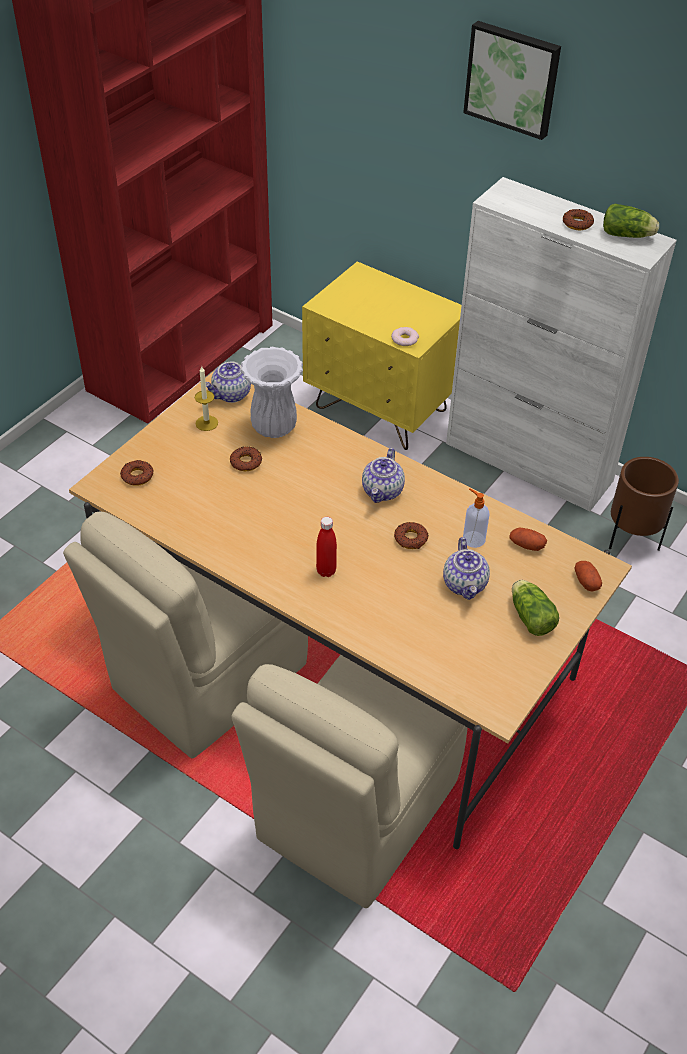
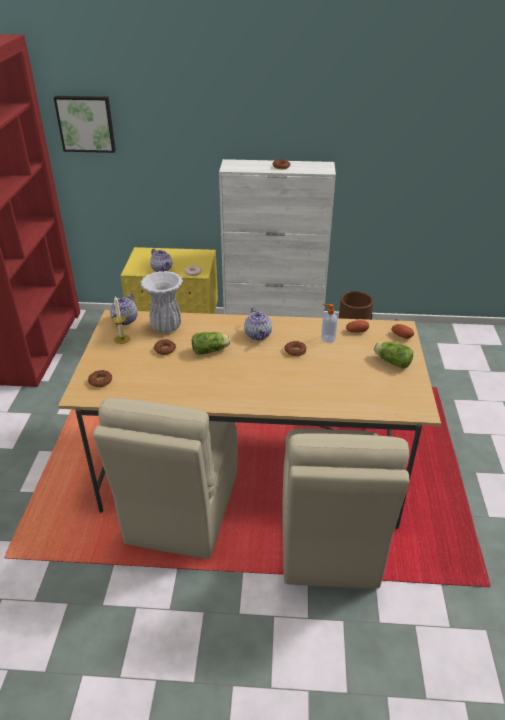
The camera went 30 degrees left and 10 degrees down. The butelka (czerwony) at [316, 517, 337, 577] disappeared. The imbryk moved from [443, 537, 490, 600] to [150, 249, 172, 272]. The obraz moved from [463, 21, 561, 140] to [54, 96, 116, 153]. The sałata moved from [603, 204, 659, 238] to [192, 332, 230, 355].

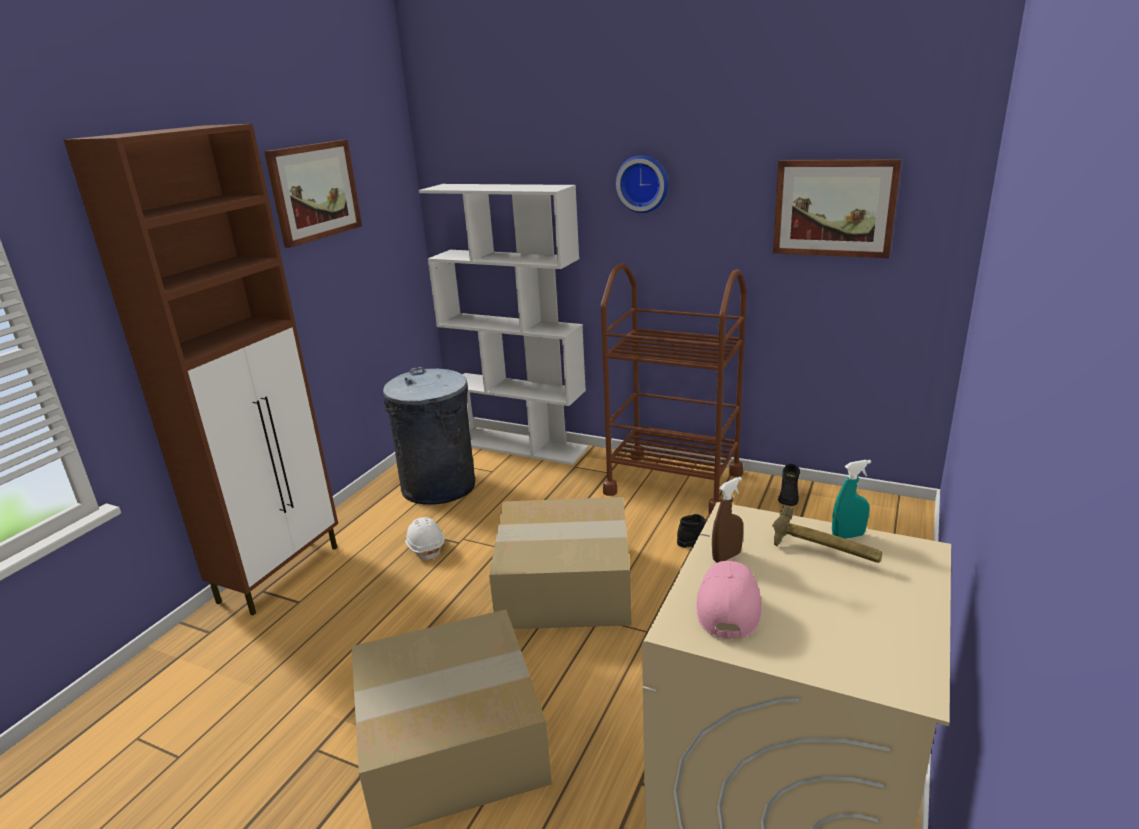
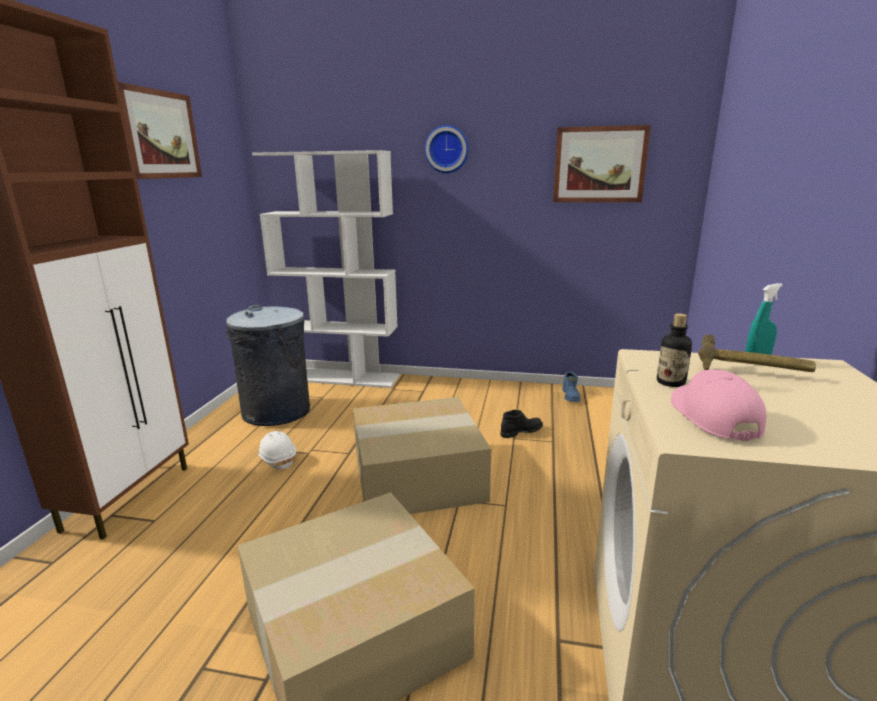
The camera went 15 degrees left and 5 degrees down. The wózek (brązowy) at [601, 263, 747, 514] disappeared. The spryskiwacz (brązowy) at [712, 477, 743, 563] was replaced by the butelka at [657, 313, 692, 387]. The but z cholewką (czarny) at [778, 464, 800, 506] became the but z cholewką (niebieski) at [562, 371, 580, 402].

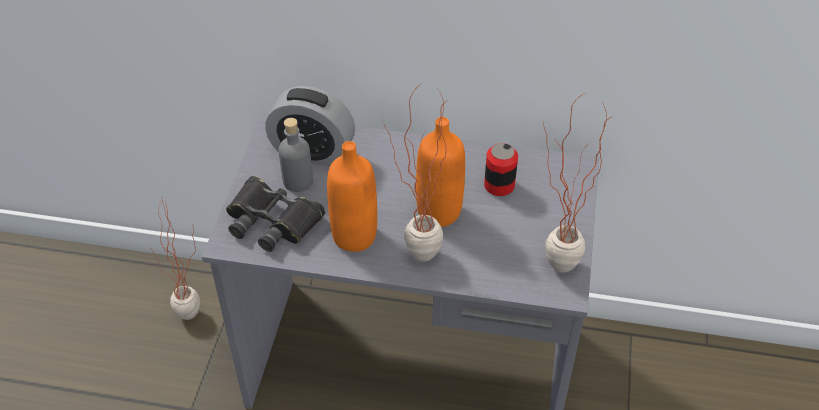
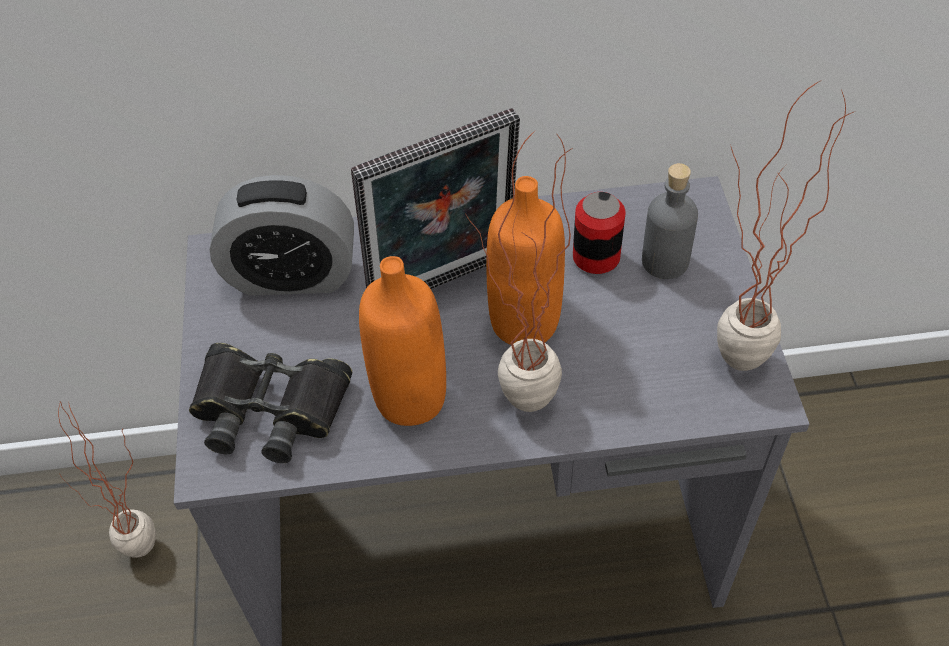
The camera went 15 degrees left and 5 degrees up. The butelka (szary) moved from [278, 118, 313, 192] to [642, 163, 698, 279]. The ramka na zdjęcie at [351, 108, 520, 289] appeared.

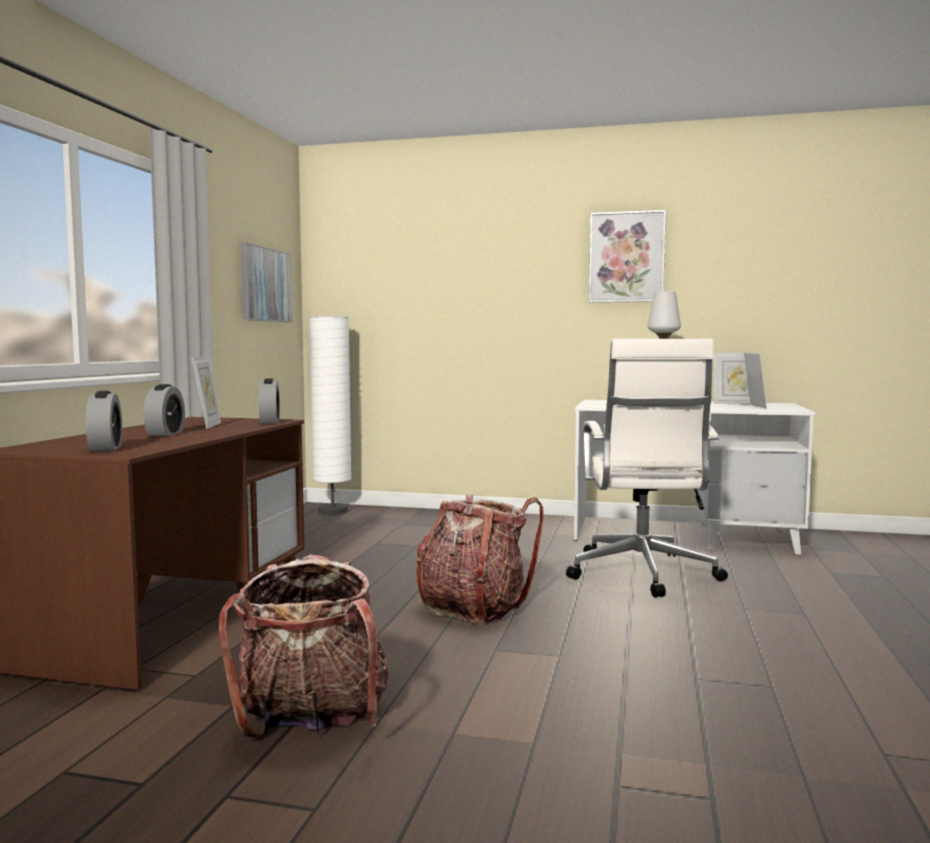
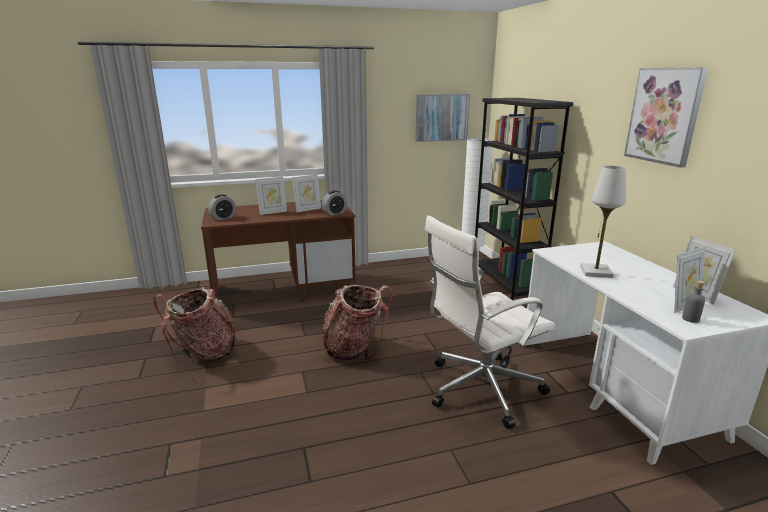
The camera went 60 degrees right and 15 degrees up. The budzik at [143, 384, 185, 436] was replaced by the ramka na zdjęcie at [255, 177, 287, 215]. The regał (czarny) at [475, 98, 573, 300] appeared. The butelka (szary) at [682, 281, 705, 323] appeared.

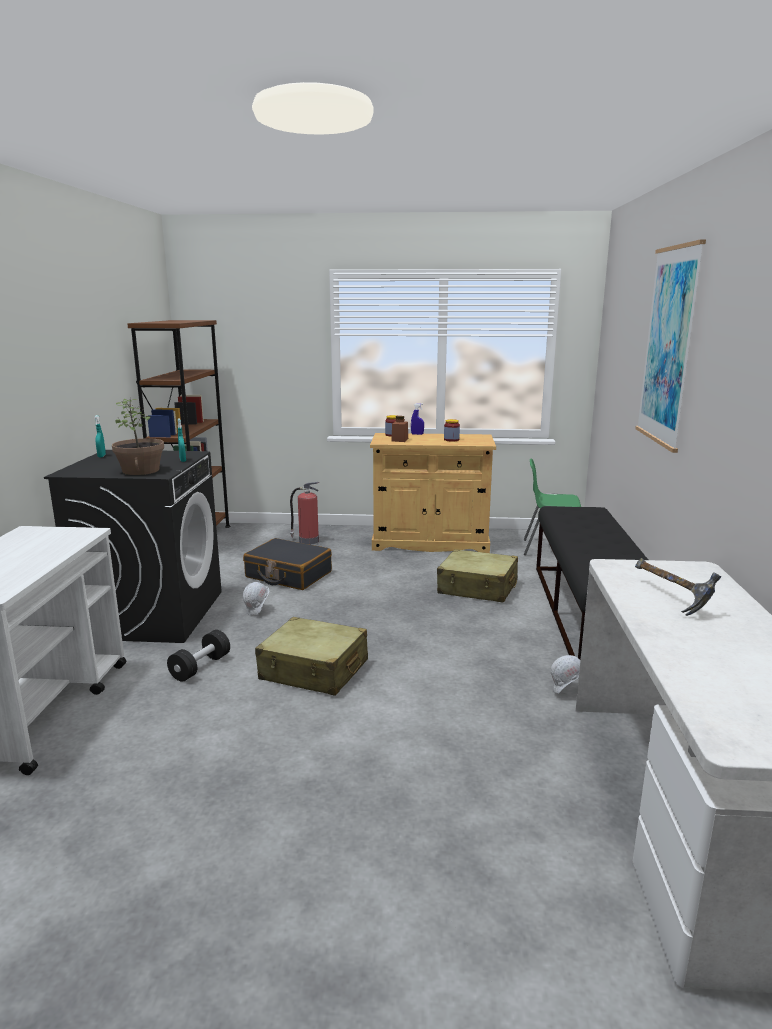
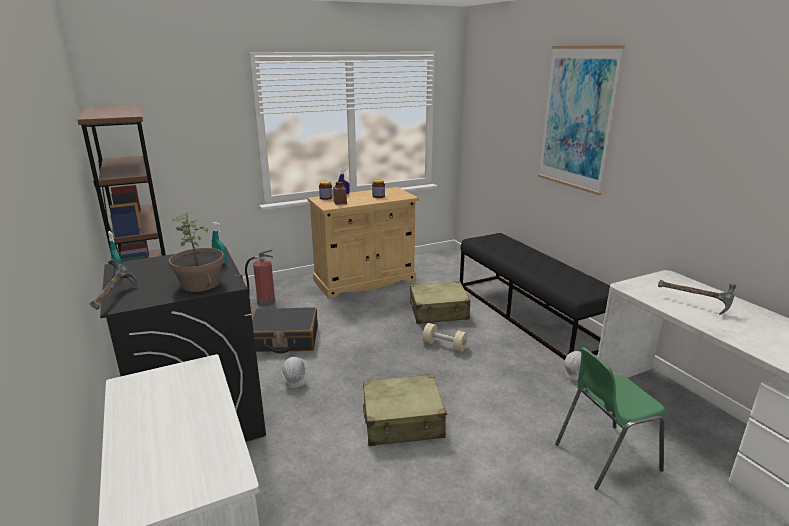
The camera went 30 degrees left and 5 degrees up. The hantel (czarny) at [167, 630, 230, 682] disappeared. The krzesło (zielony) moved from [524, 458, 581, 555] to [555, 347, 665, 490]. The młotek at [89, 259, 140, 310] appeared. The hantel (beżowy) at [423, 323, 468, 352] appeared.

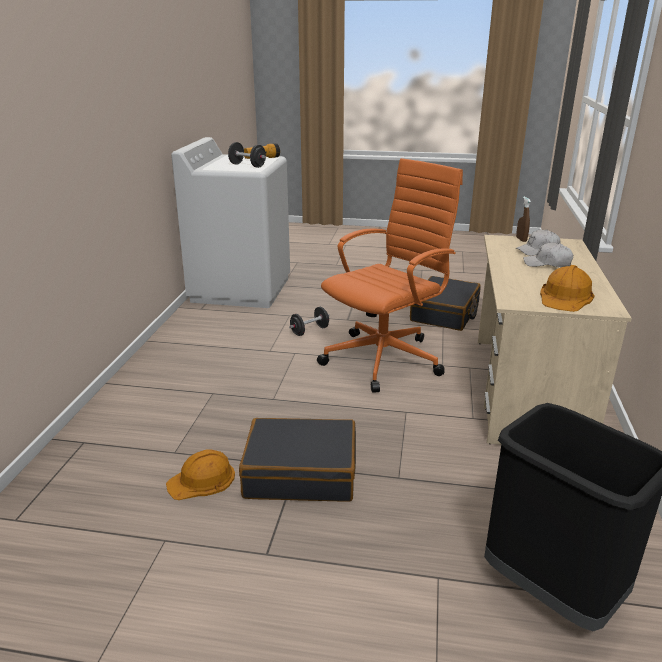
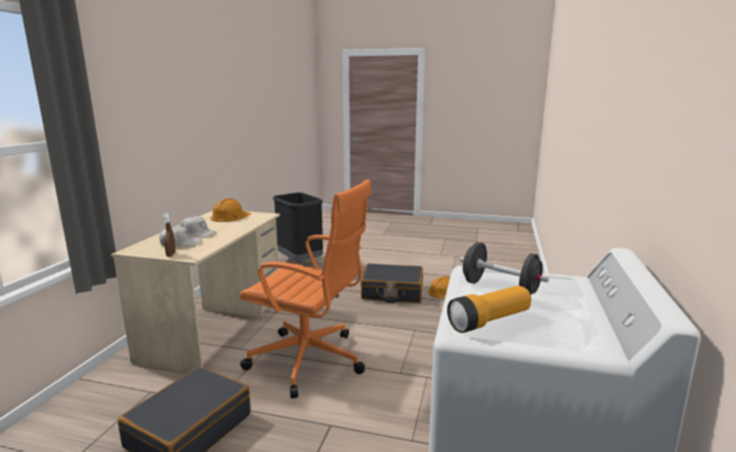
The camera went 175 degrees left and 10 degrees down. The hantel (czarny) at [289, 307, 329, 336] disappeared. The krzesło biurowe (pomarańczowy) at [317, 158, 463, 393] turned 120 degrees counterclockwise.

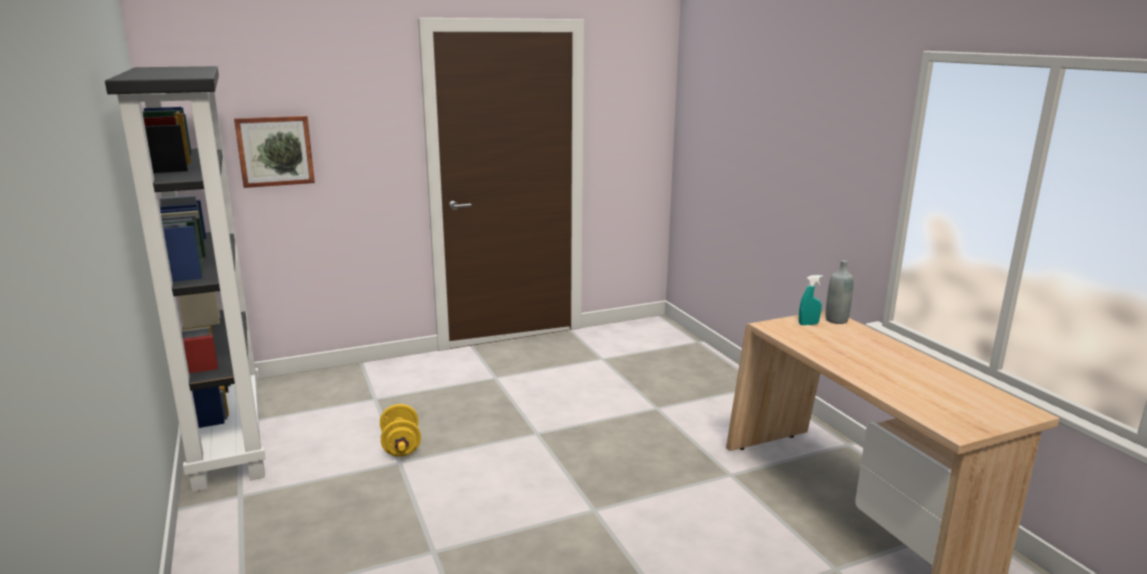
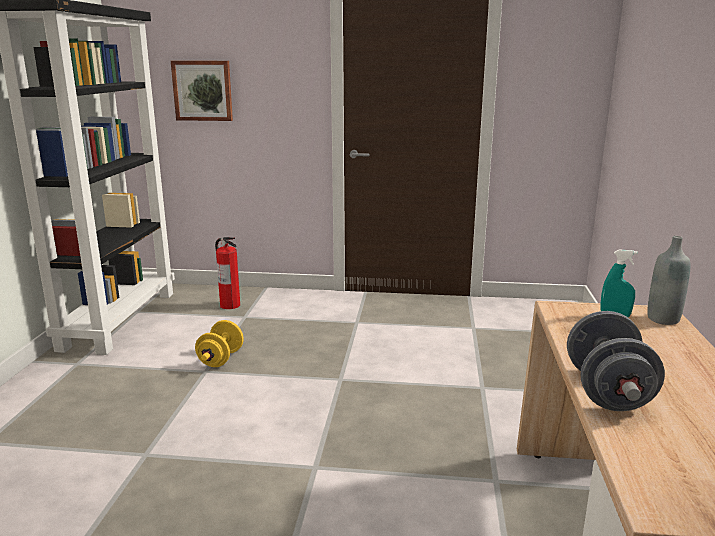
The camera went 30 degrees right and 0 degrees up. The gaśnica at [215, 237, 240, 309] appeared. The hantel (szary) at [567, 311, 665, 411] appeared.

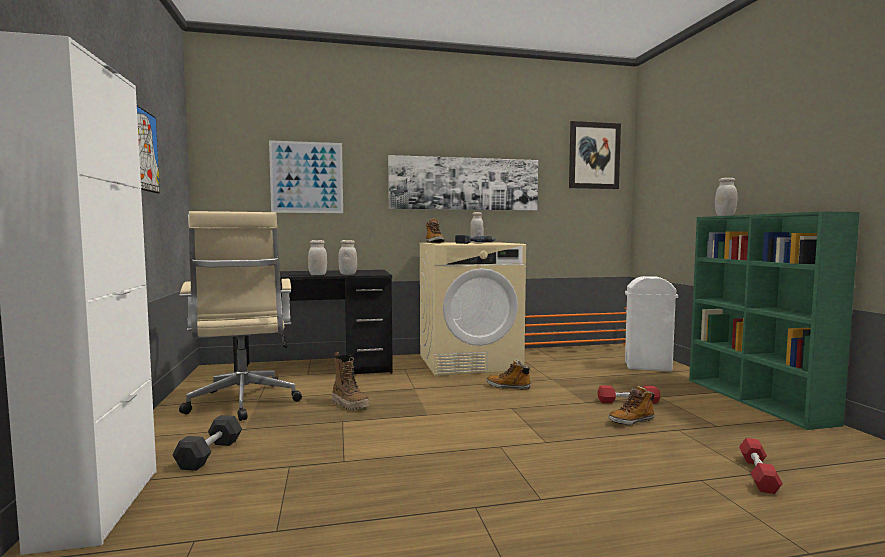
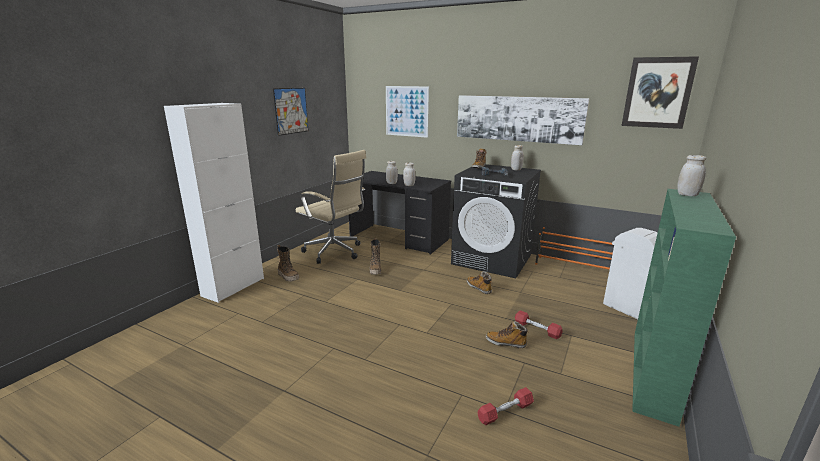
The camera went 40 degrees right and 15 degrees up. The hantel (szary) at [172, 415, 242, 471] was replaced by the but z cholewką at [277, 245, 299, 282]. The krzesło biurowe (beżowy) at [179, 211, 302, 421] turned 75 degrees counterclockwise. The pralka (beżowy) at [419, 242, 526, 376] became the pralka (czarny) at [451, 164, 541, 278].

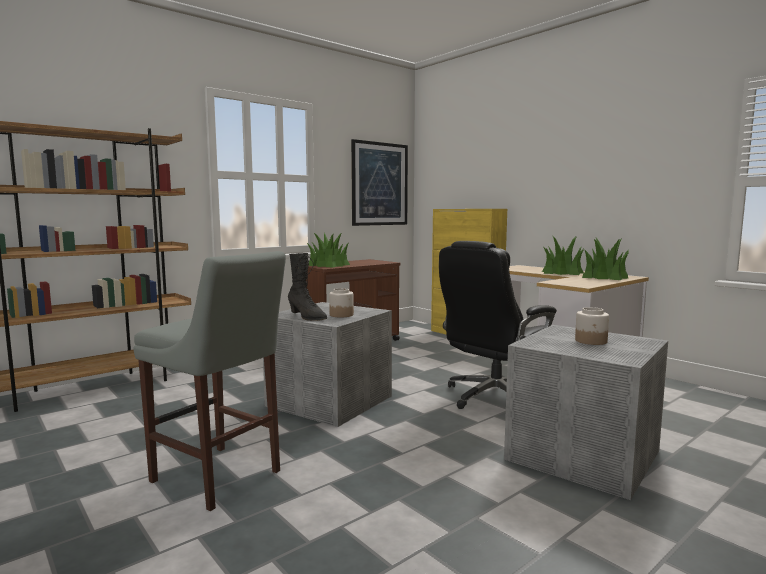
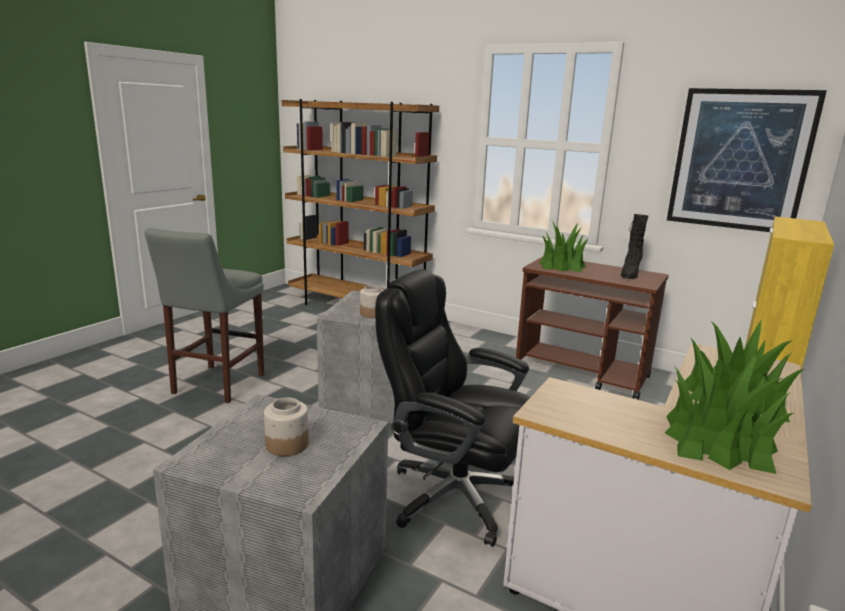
The camera went 70 degrees right and 10 degrees up. The but z cholewką (czarny) moved from [288, 253, 327, 321] to [621, 214, 648, 279].

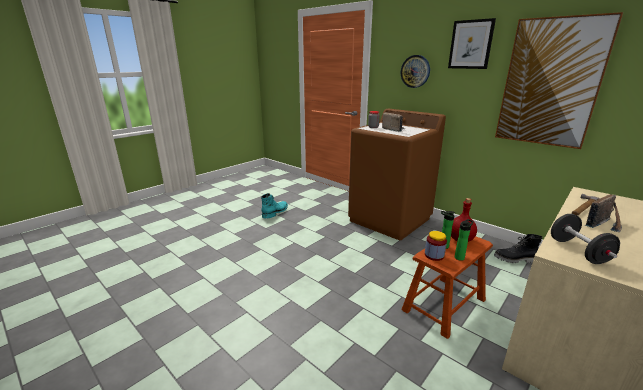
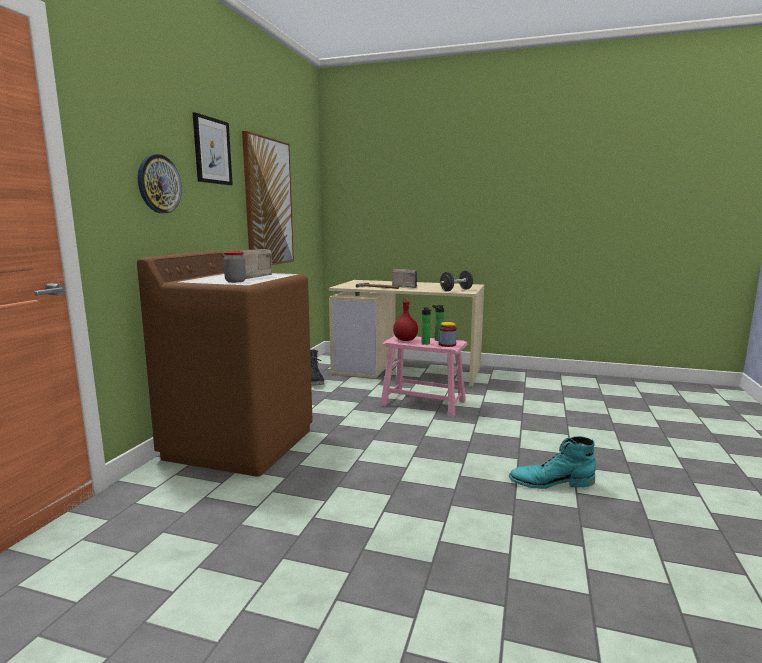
The camera went 115 degrees left and 10 degrees down. The but z cholewką (turkusowy) moved from [261, 193, 288, 219] to [509, 436, 596, 489]. The stołek (brązowy) at [401, 236, 493, 339] became the stołek (różowy) at [380, 336, 468, 417].

